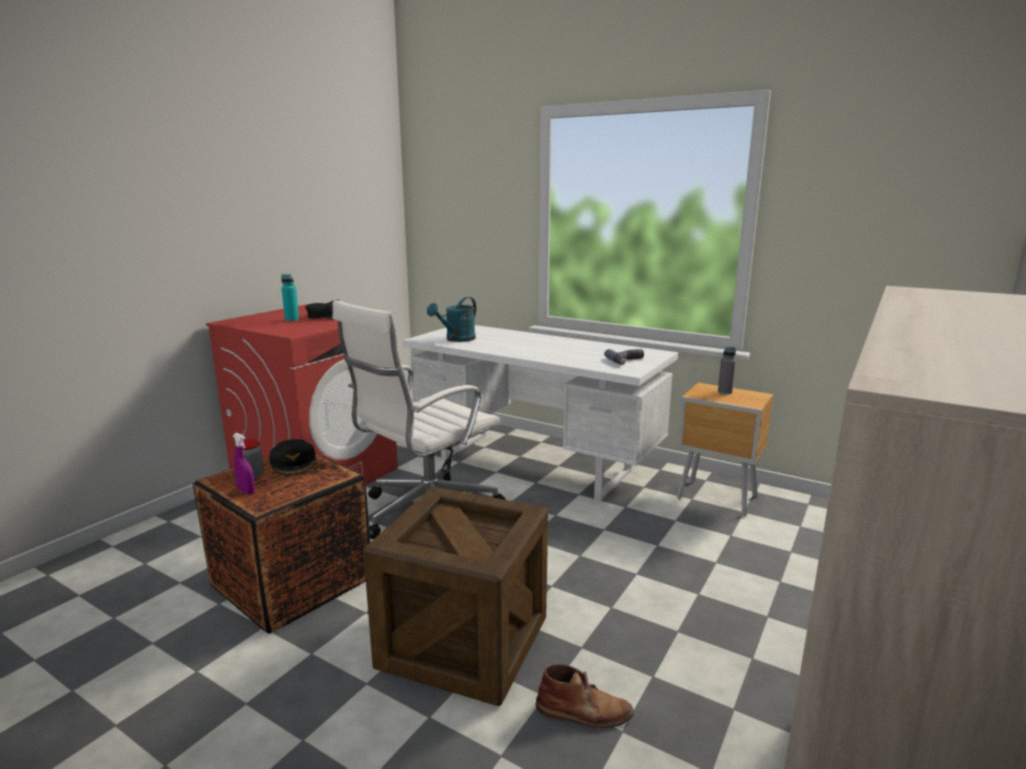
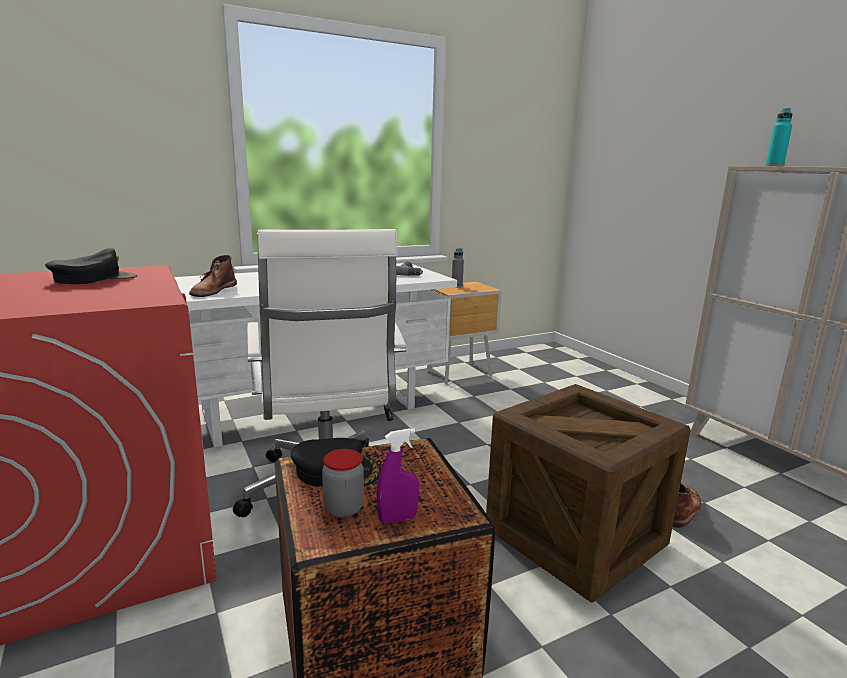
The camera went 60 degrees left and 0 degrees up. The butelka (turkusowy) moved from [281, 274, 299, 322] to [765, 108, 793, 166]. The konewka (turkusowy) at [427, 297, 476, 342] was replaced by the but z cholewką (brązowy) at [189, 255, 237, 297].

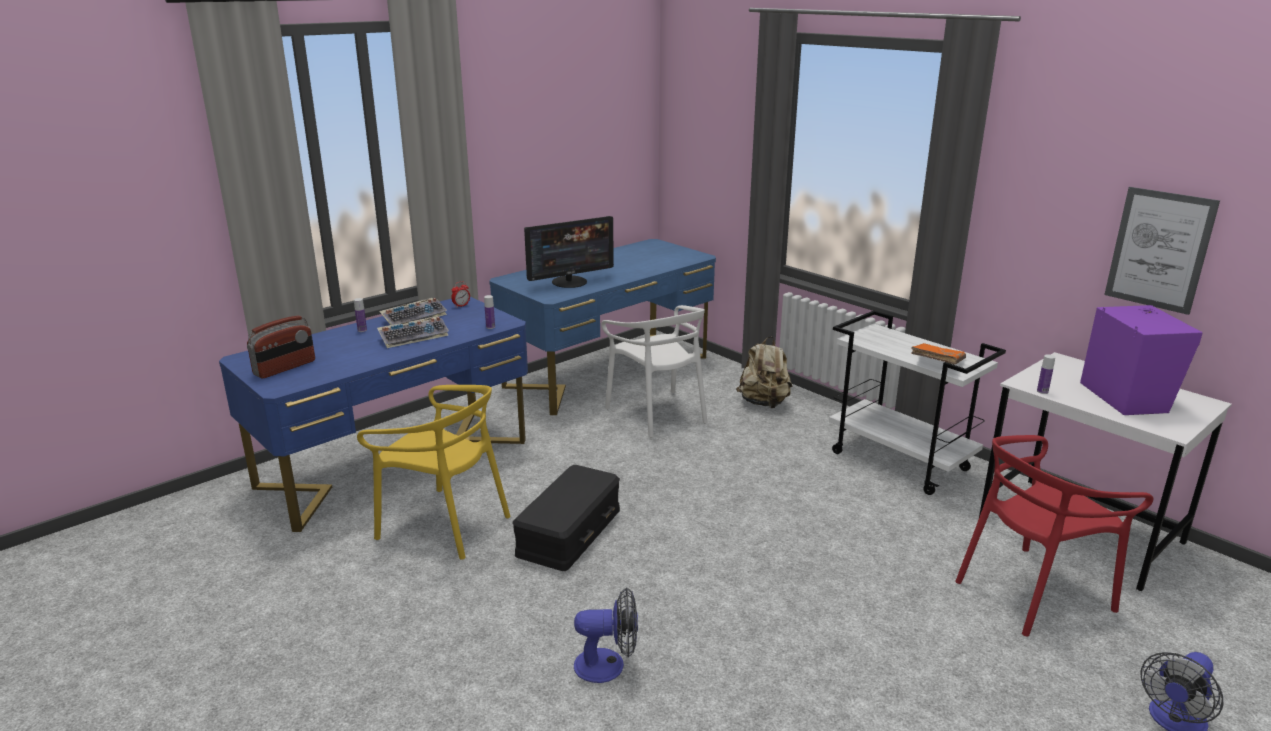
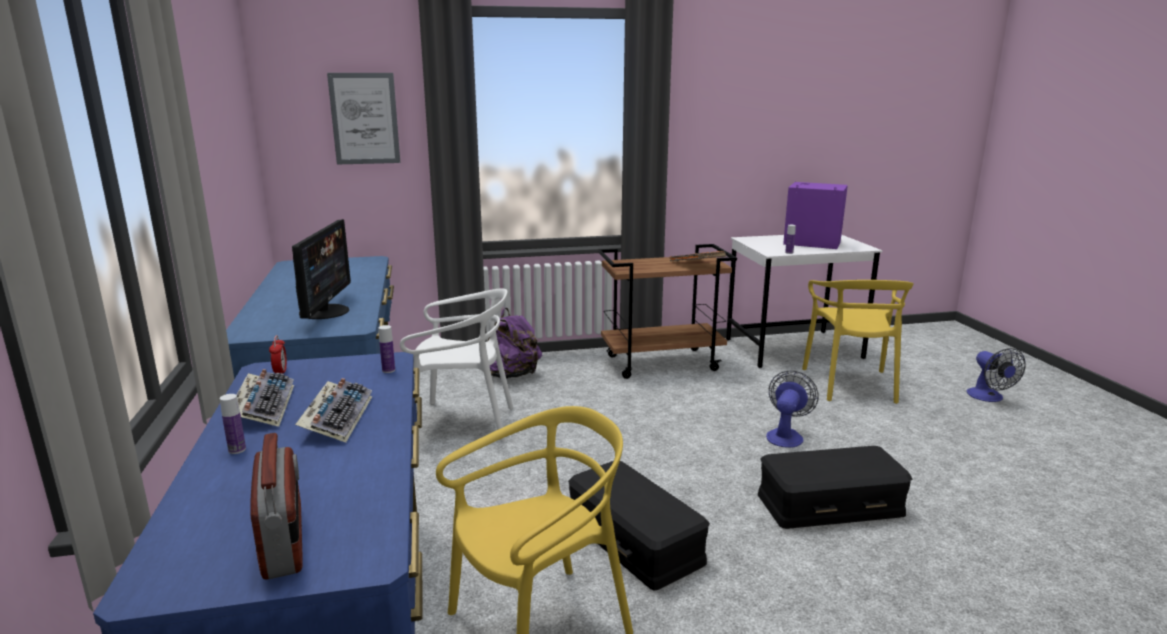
The camera went 60 degrees left and 5 degrees down. The wentylator moved from [574, 587, 638, 683] to [766, 371, 819, 448]. The plecak (beżowy) at [736, 336, 792, 408] became the plecak (fioletowy) at [488, 308, 542, 379]. The wózek (biały) at [829, 311, 1006, 495] became the wózek (brązowy) at [598, 244, 737, 379]. The krzesło (czerwony) at [956, 435, 1153, 636] became the krzesło (żółty) at [802, 280, 914, 404]. The obraz moved from [1104, 187, 1220, 315] to [327, 73, 400, 164]. The pojemnik do przechowywania (czarny) at [758, 446, 912, 529] appeared.

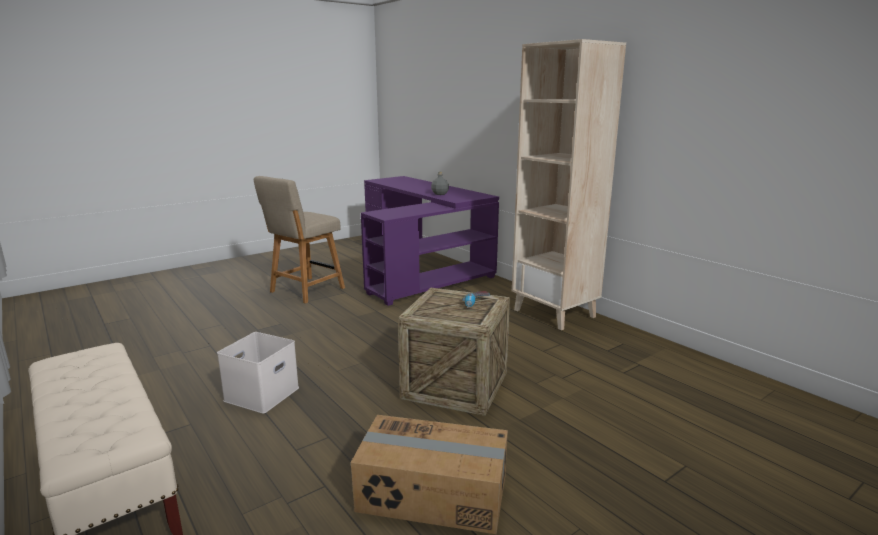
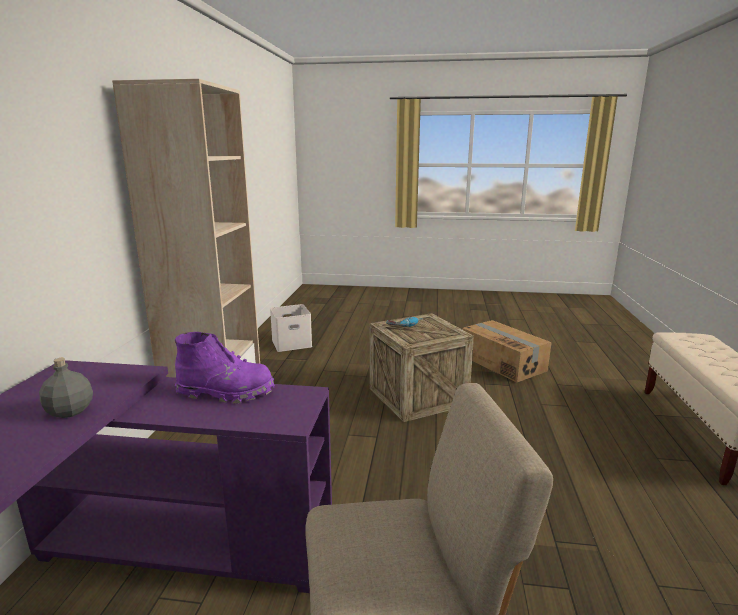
The camera went 135 degrees left and 0 degrees up. The pojemnik do przechowywania (biały) moved from [217, 332, 299, 414] to [270, 304, 312, 352]. The but z cholewką (fioletowy) at [175, 332, 275, 404] appeared.

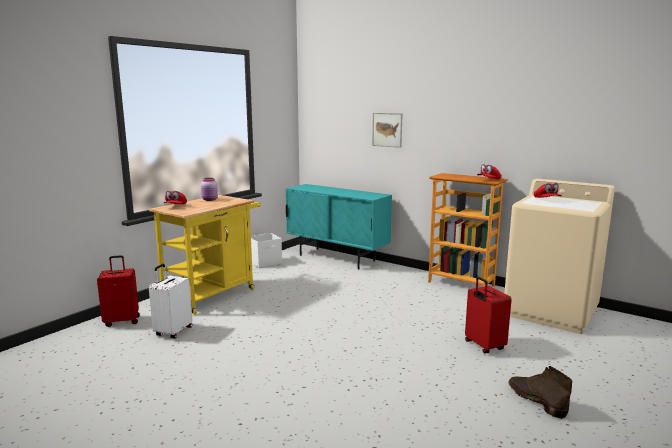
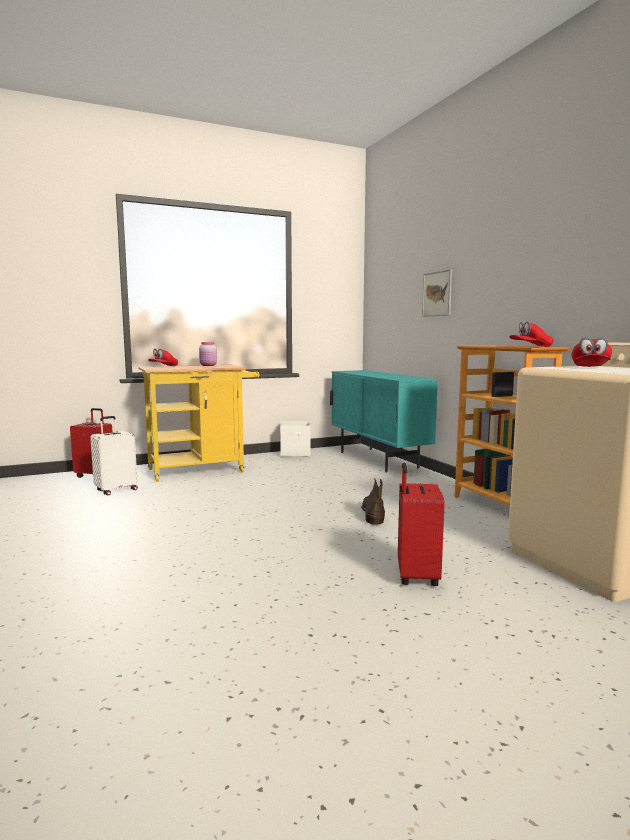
The camera went 30 degrees right and 5 degrees down. The but z cholewką (brązowy) moved from [508, 366, 572, 419] to [362, 479, 385, 525].

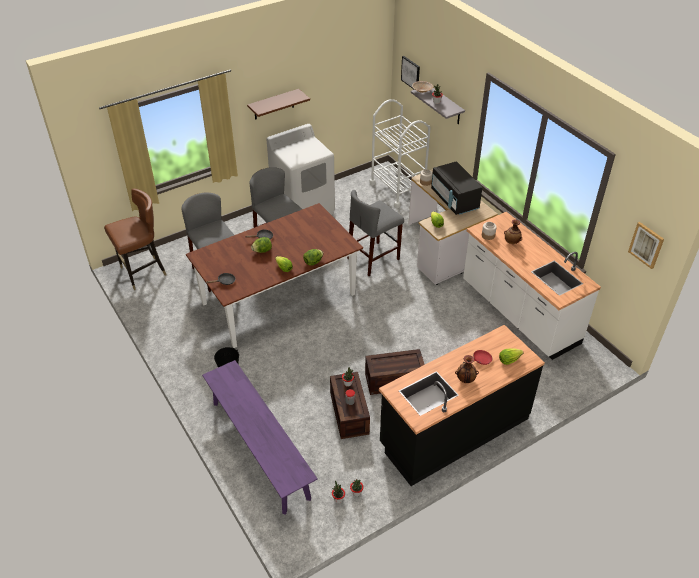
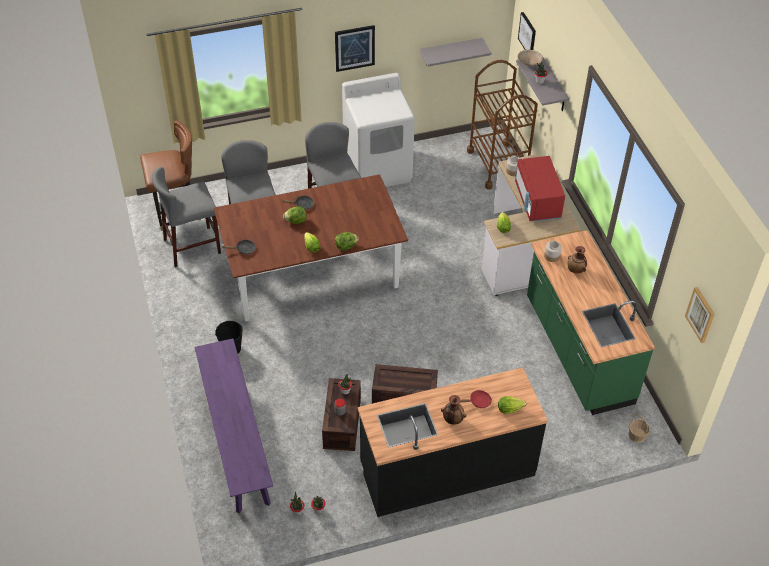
The camera went 15 degrees right and 5 degrees up. The półka (brązowy) at [247, 89, 310, 120] was replaced by the obraz at [335, 25, 375, 72]. The stołek (szary) moved from [347, 190, 404, 276] to [152, 167, 221, 267]. The wózek (biały) at [369, 99, 431, 208] became the wózek (brązowy) at [467, 60, 538, 189]. The mikrofalówka (czarny) at [431, 161, 482, 215] became the mikrofalówka (czerwony) at [515, 156, 565, 221]. The zabudowa kuchenna (biały) at [463, 212, 601, 360] became the zabudowa kuchenna (zielony) at [527, 230, 655, 415]. The półka (szary) at [420, 38, 491, 67] appeared. The koszyk at [628, 414, 650, 443] appeared.

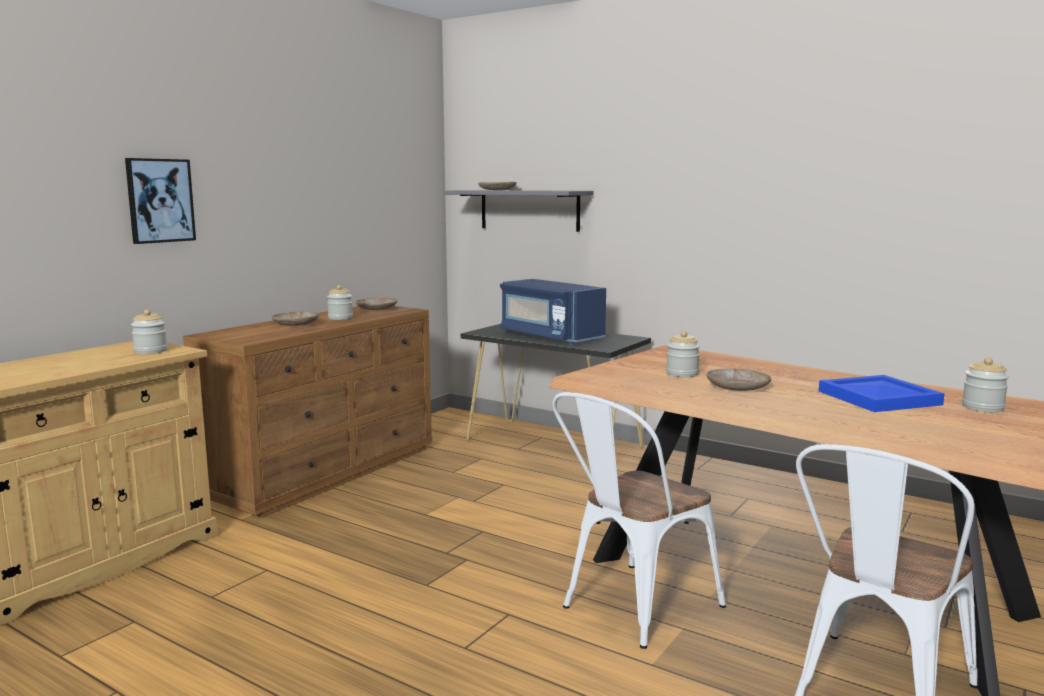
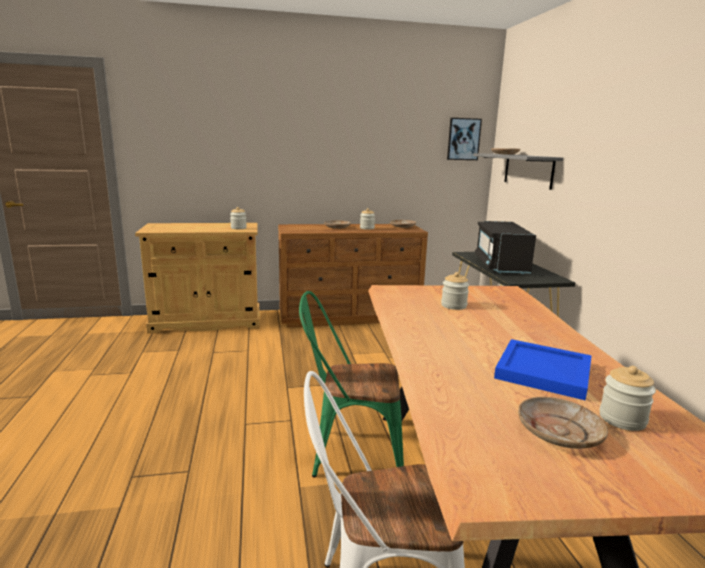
The camera went 45 degrees right and 5 degrees up. The obraz moved from [125, 158, 196, 244] to [447, 118, 482, 160]. The mikrofalówka (niebieski) at [500, 279, 606, 344] became the mikrofalówka (czarny) at [475, 221, 536, 274]. The krzesło (biały) at [552, 392, 726, 649] became the krzesło (zielony) at [299, 291, 404, 477]. The talerz (beżowy) moved from [707, 368, 771, 391] to [518, 397, 608, 449].

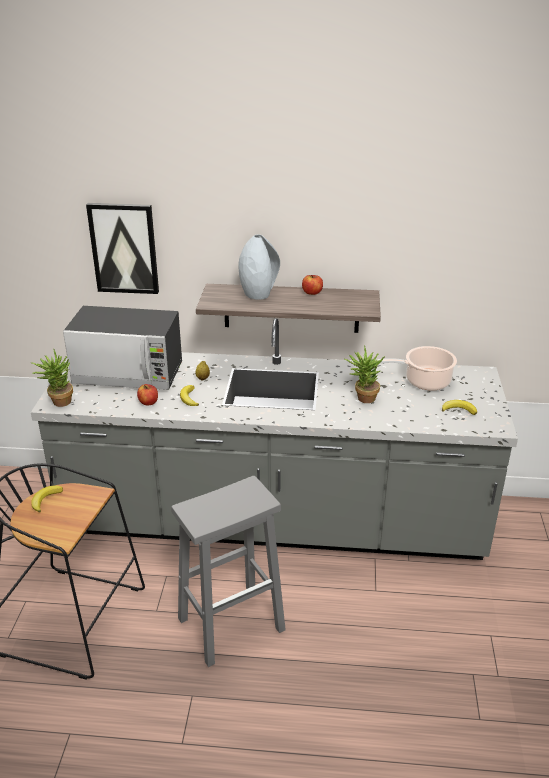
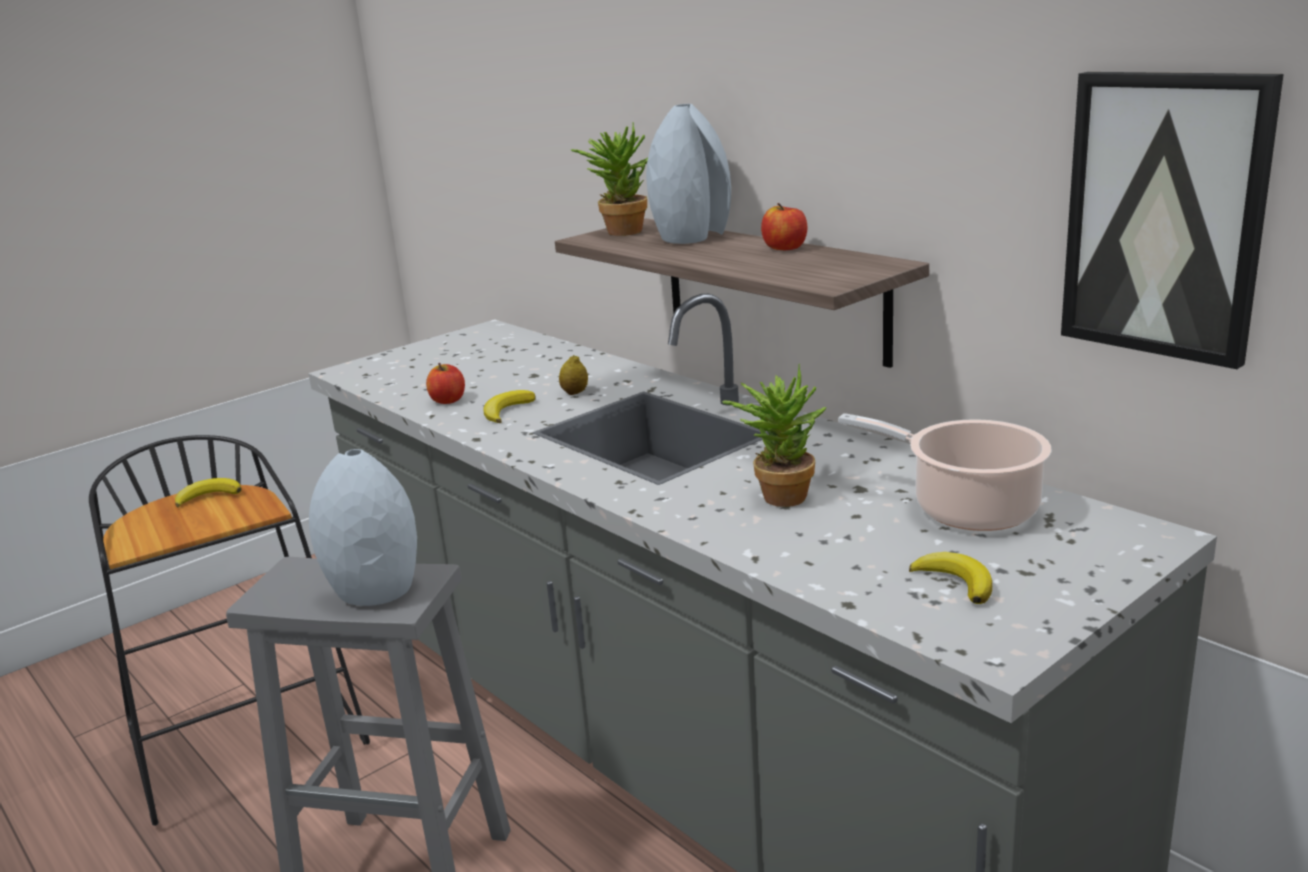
The camera went 45 degrees right and 10 degrees down. The roślina doniczkowa moved from [31, 349, 73, 407] to [570, 122, 648, 236]. The mikrofalówka at [63, 306, 182, 390] disappeared. The obraz moved from [86, 203, 159, 294] to [1061, 72, 1284, 369]. The wazon (szary) at [309, 449, 417, 606] appeared.

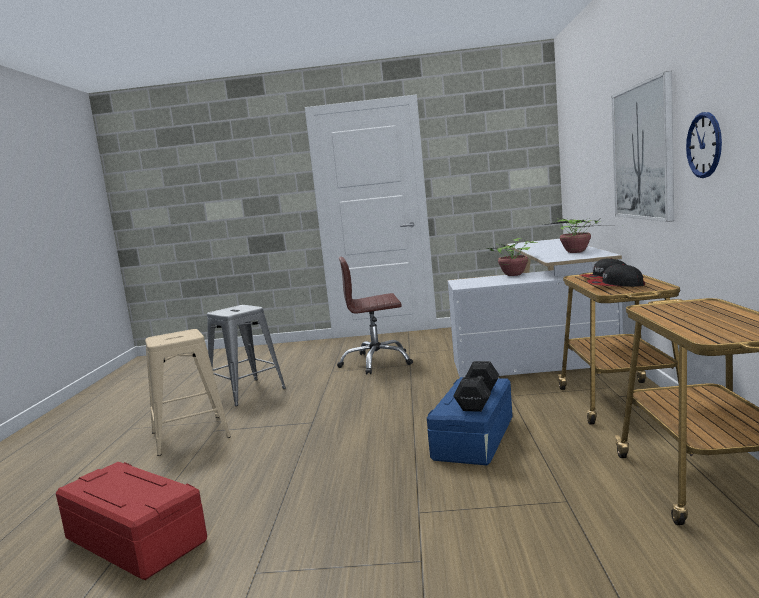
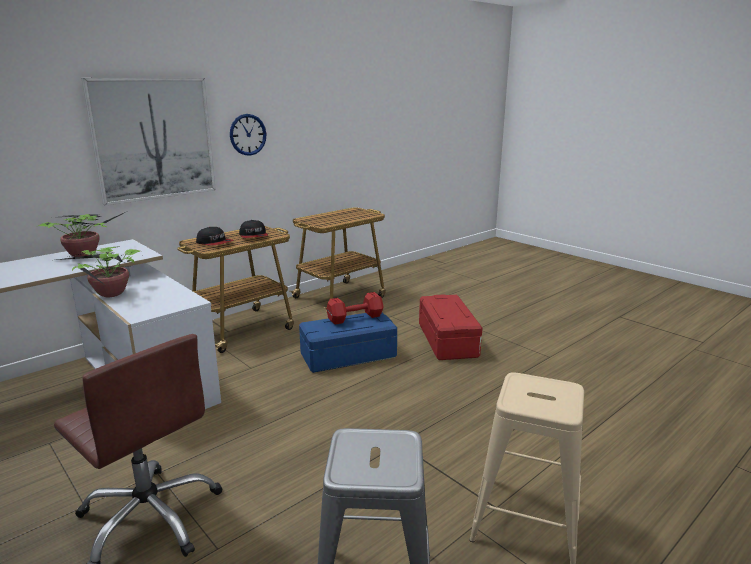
The camera went 135 degrees left and 10 degrees up. The pojemnik do przechowywania (czerwony) moved from [56, 462, 207, 580] to [419, 294, 482, 360]. The hantel (czarny) at [453, 361, 499, 412] became the hantel (czerwony) at [326, 292, 384, 325].

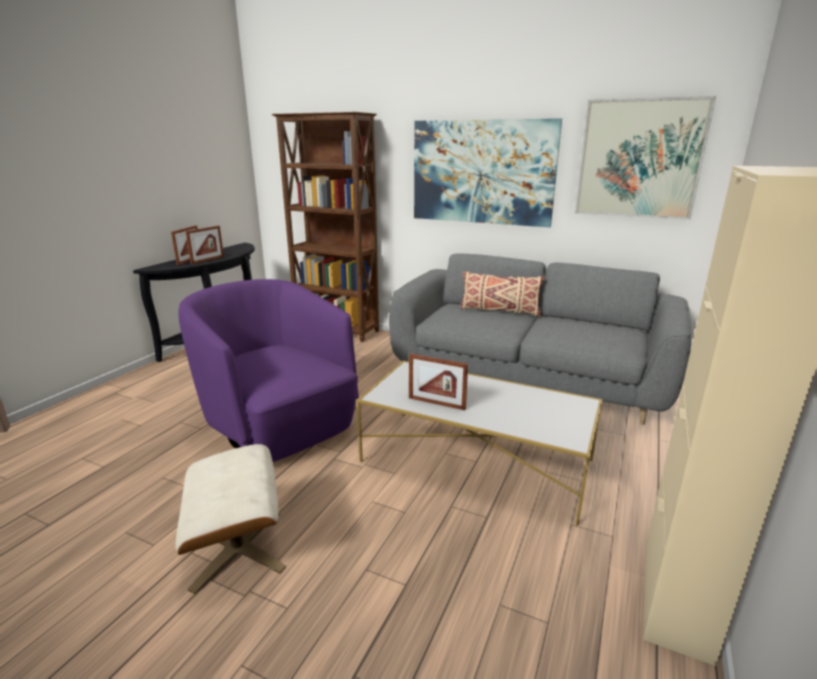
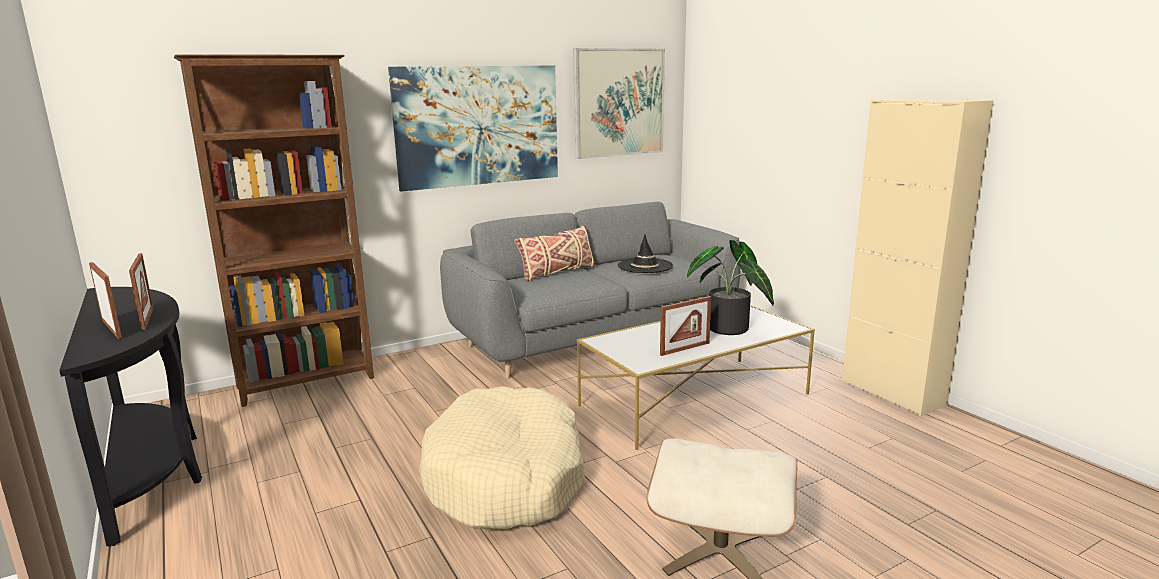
The camera went 55 degrees left and 5 degrees down. The fotel (fioletowy) at [178, 279, 359, 462] was replaced by the legowisko (beżowy) at [419, 386, 585, 529]. The kapelusz (czarny) at [618, 234, 673, 273] appeared. The roślina doniczkowa at [687, 240, 774, 335] appeared.

